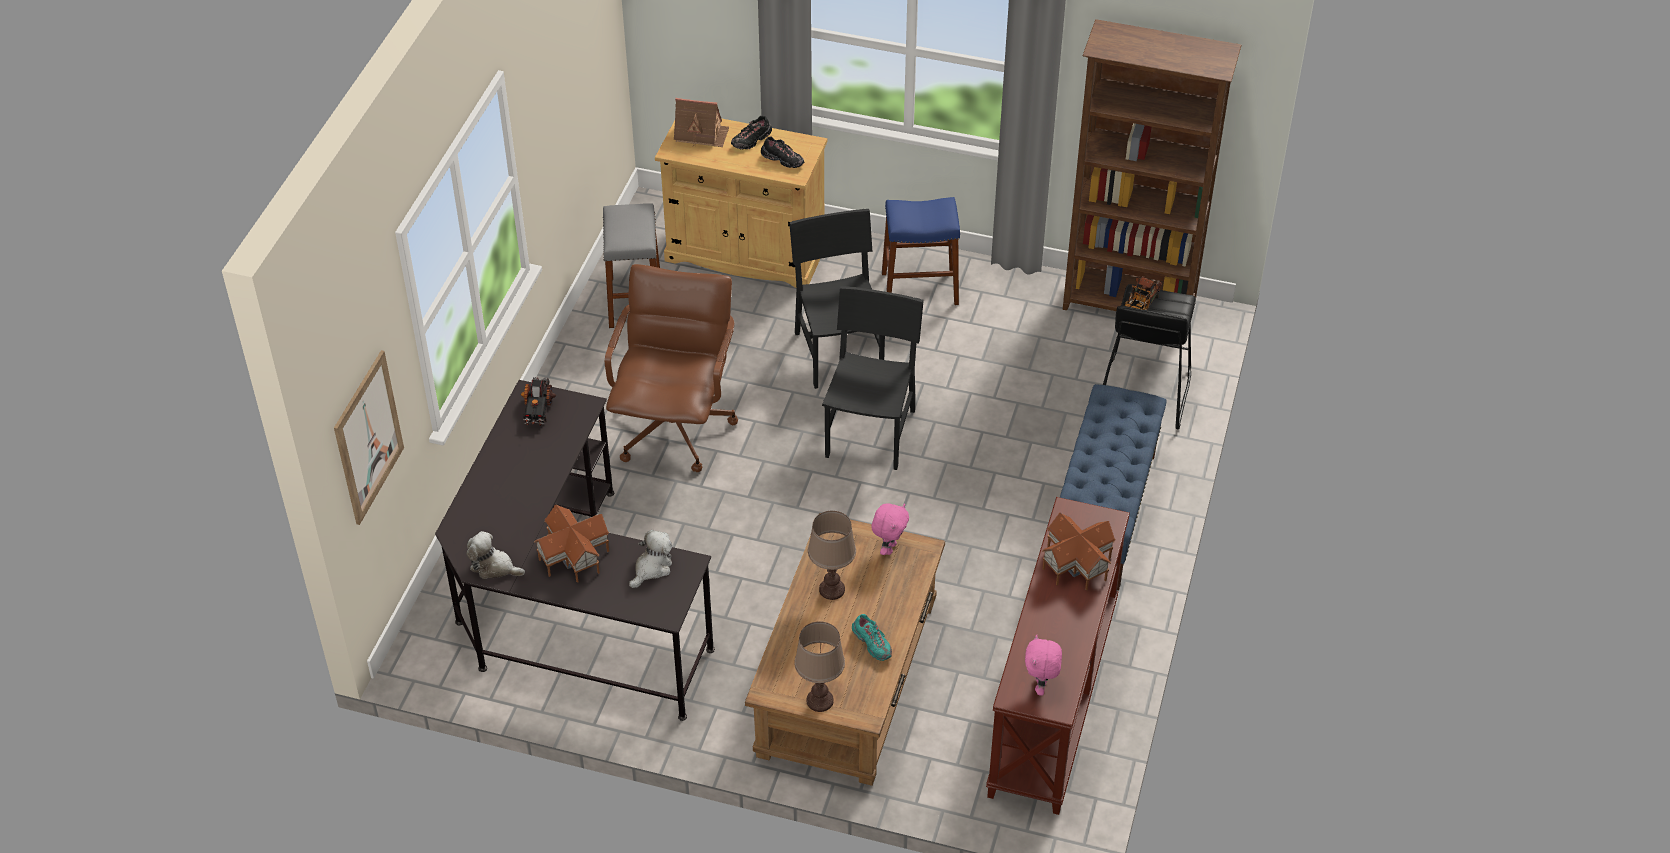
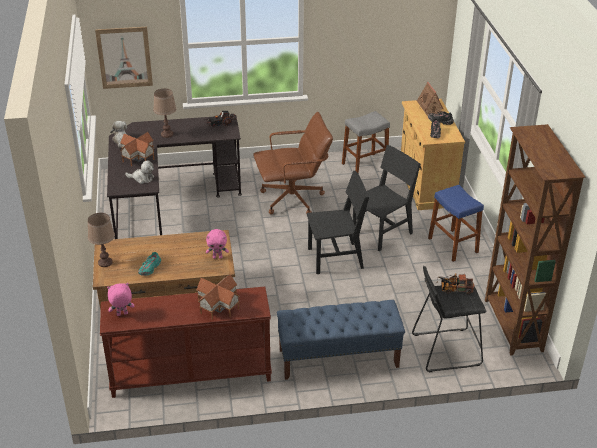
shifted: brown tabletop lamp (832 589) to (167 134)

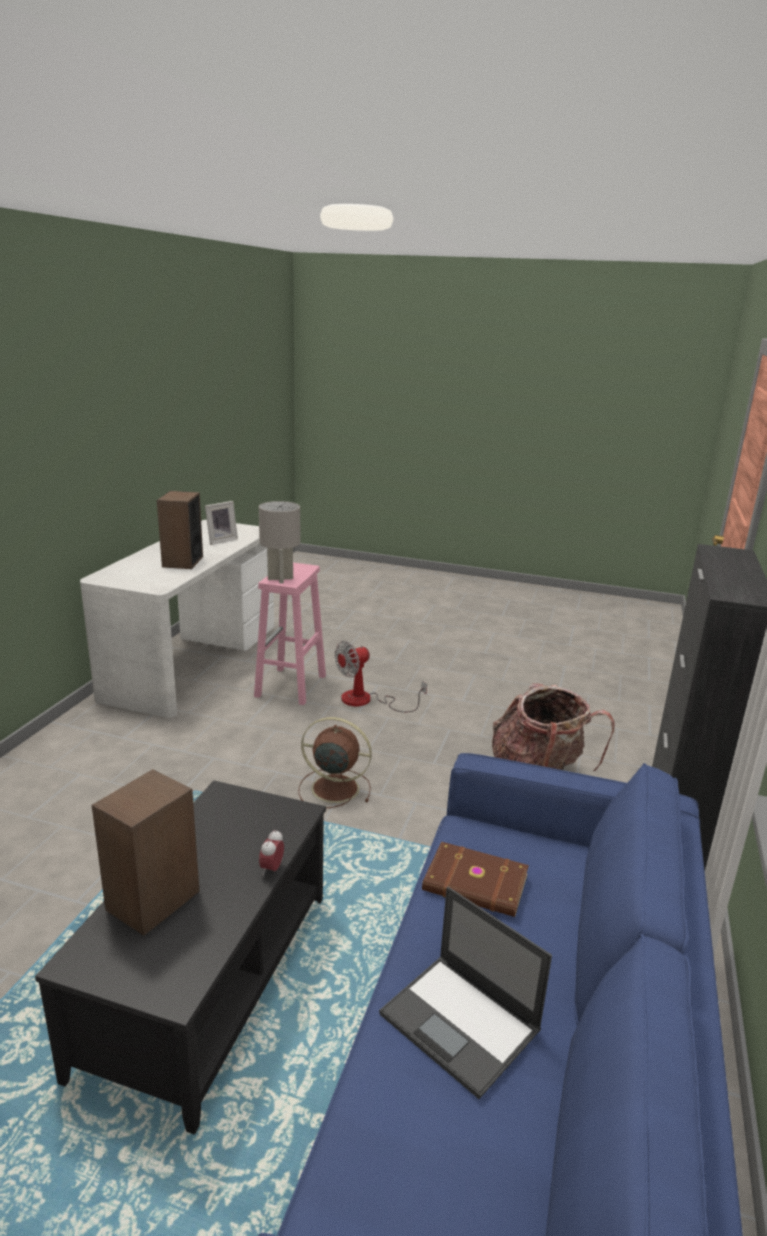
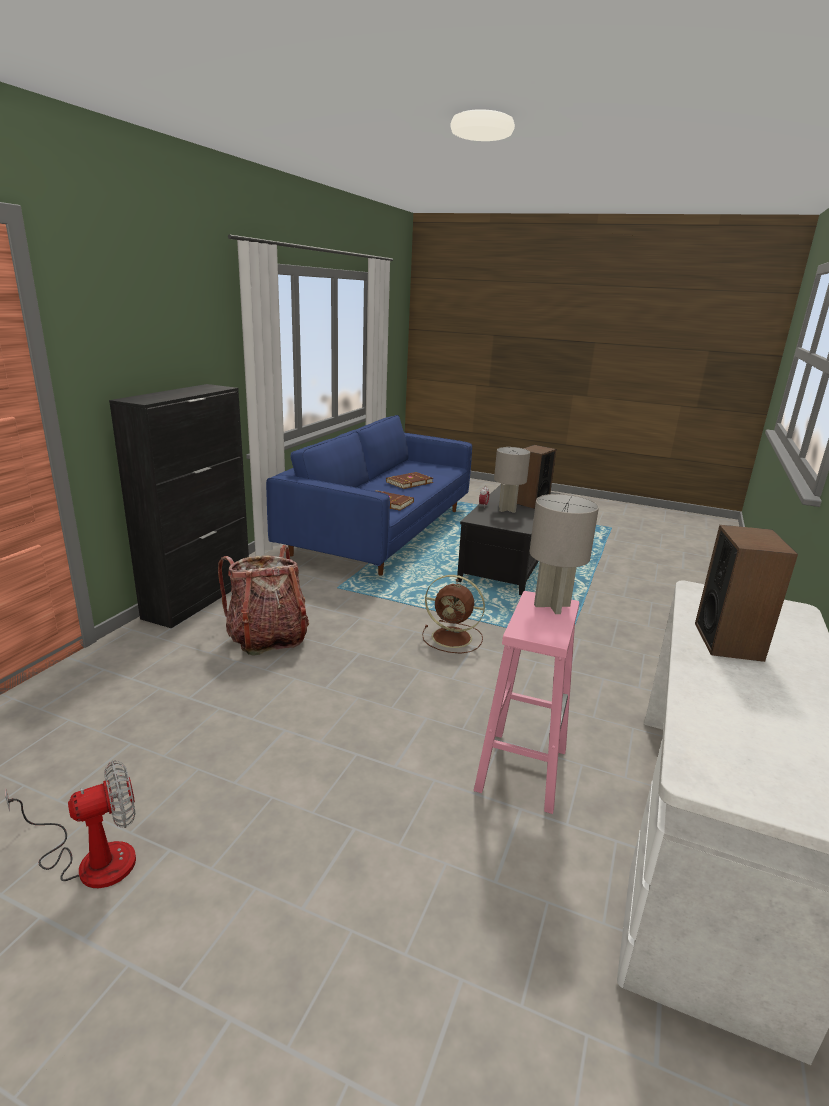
gone: standing frame (220 540)
new: gray tabletop lamp (507 509)
shifted: fan (367 701) to (92 858)
swapped: laptop (461 1023) to brown bound book (408 482)

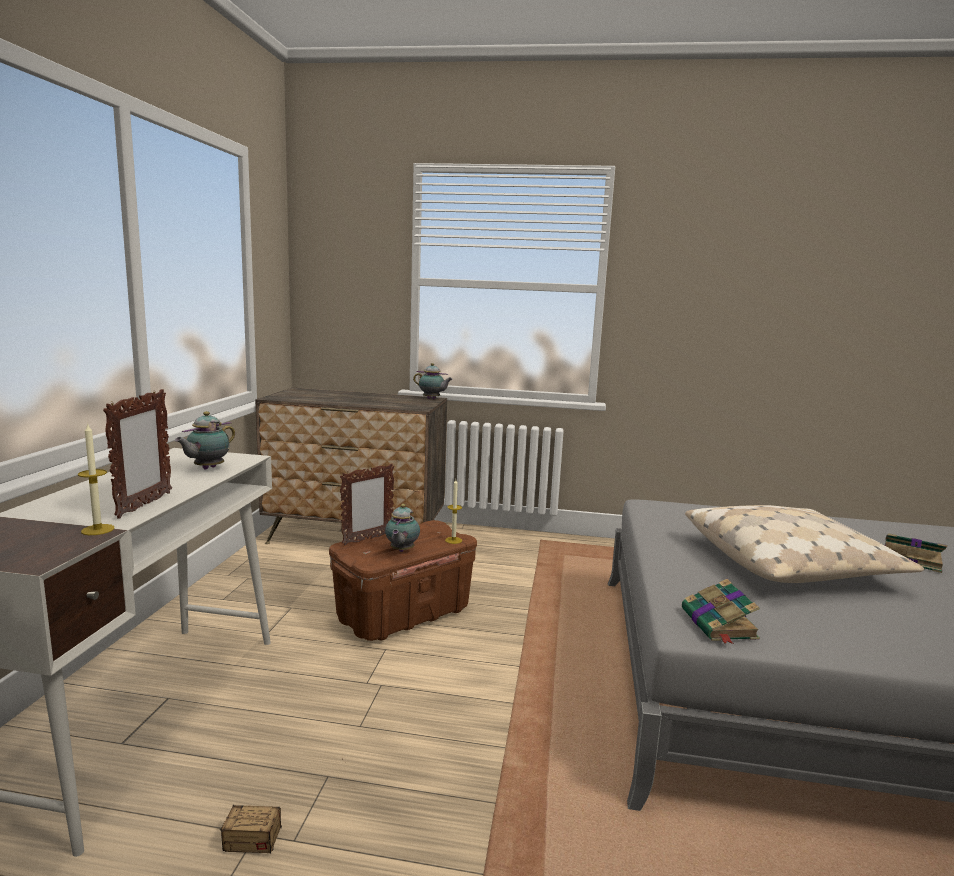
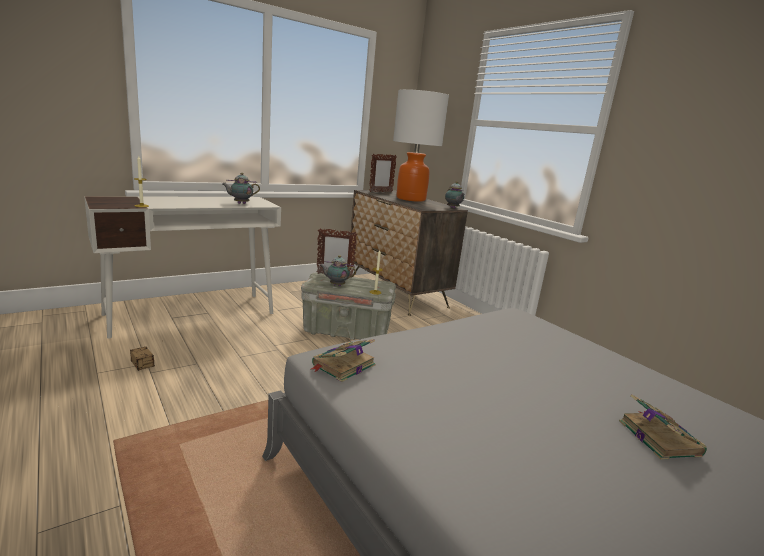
gone: sand-coloured cushion (789 563)
new: tabletop lamp (410 199)
shifted: standing frame (144 505) to (380 192)
repainted: brown storage box (404 614) to gray storage box (346 331)
rotated: pot for tea (401 551) = (336 285) 45 degrees clockwise

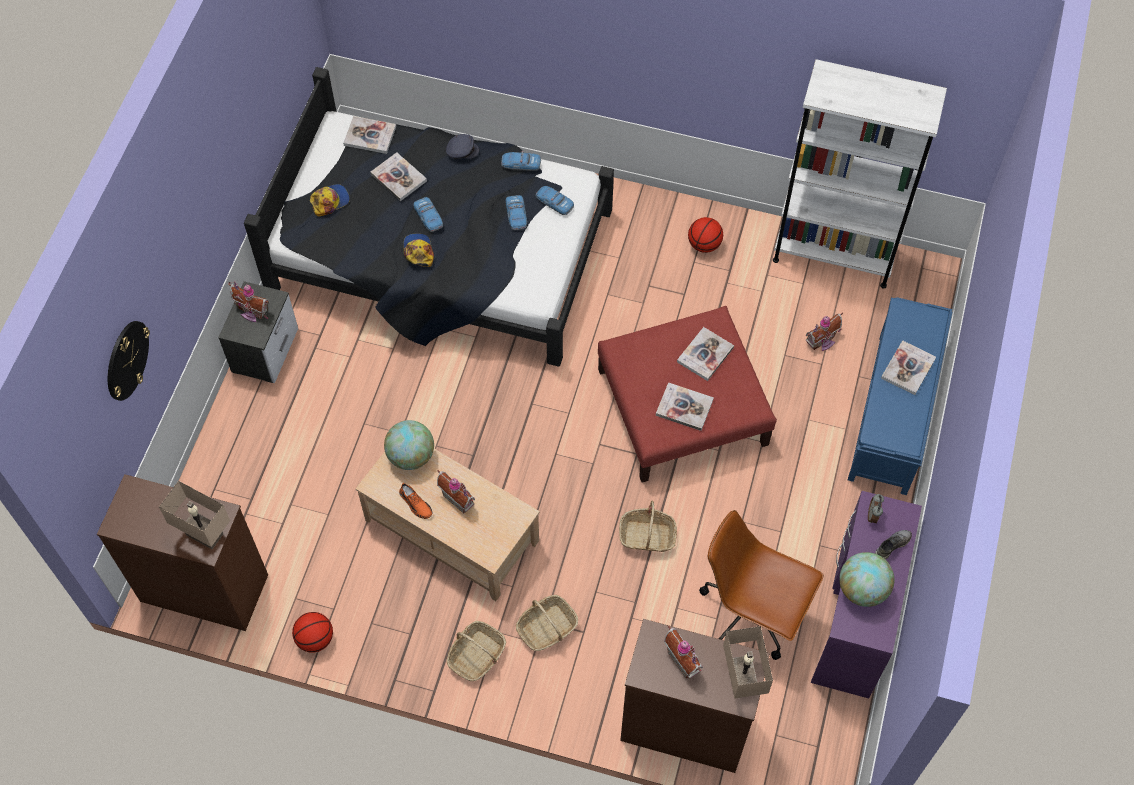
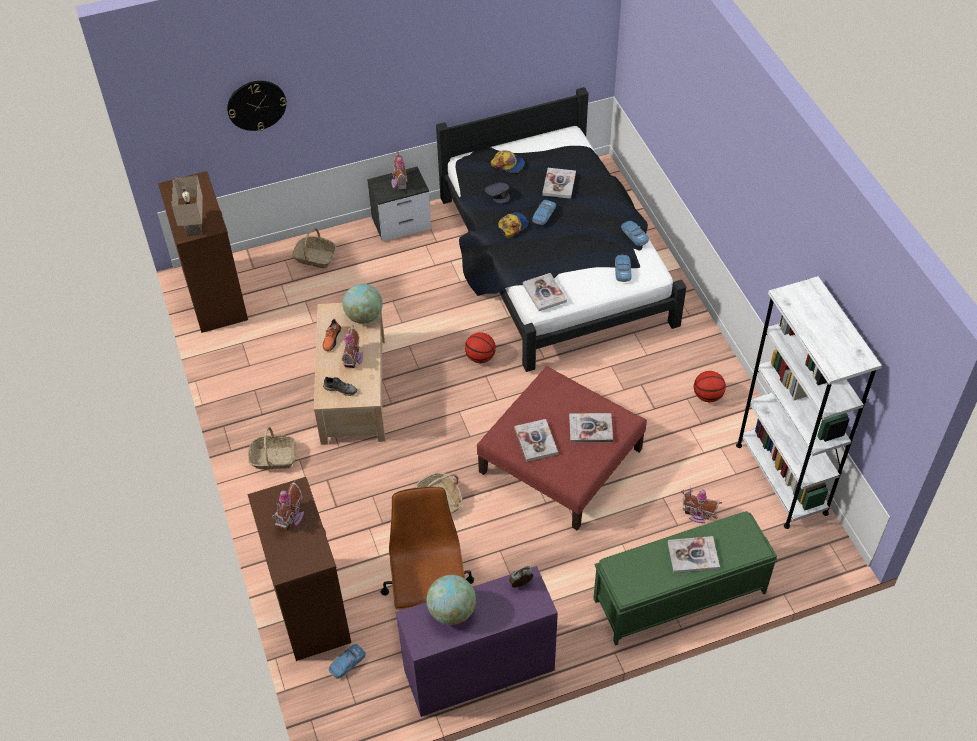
gone: sand-coloured tabletop lamp (744 680)
shifted: basketball (315 639) to (480 357); bound book (370 136) to (544 293); gray cap (461 150) to (498 194); model car (516 215) to (347 663); household basket (547 628) to (315 257); gray low shoe (892 545) to (340 389)
repainted: bluish long seat (892 414) to greenish long seat (678 596)

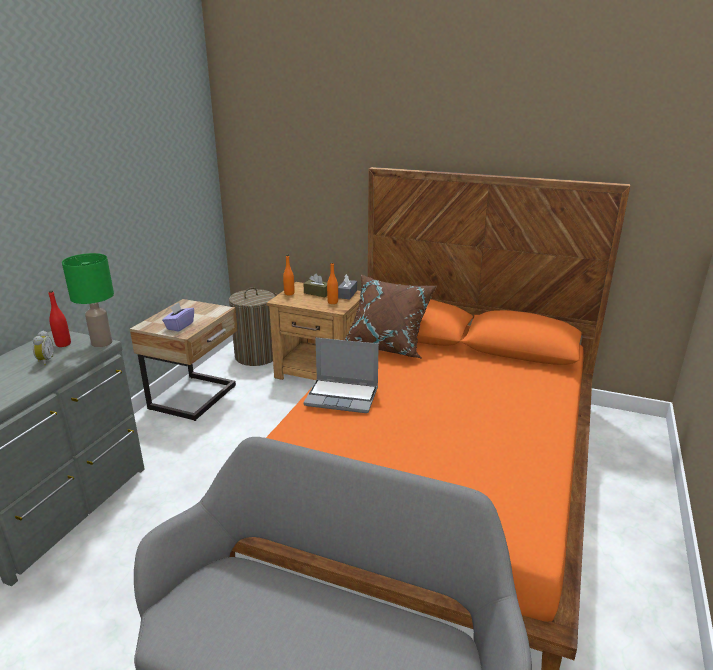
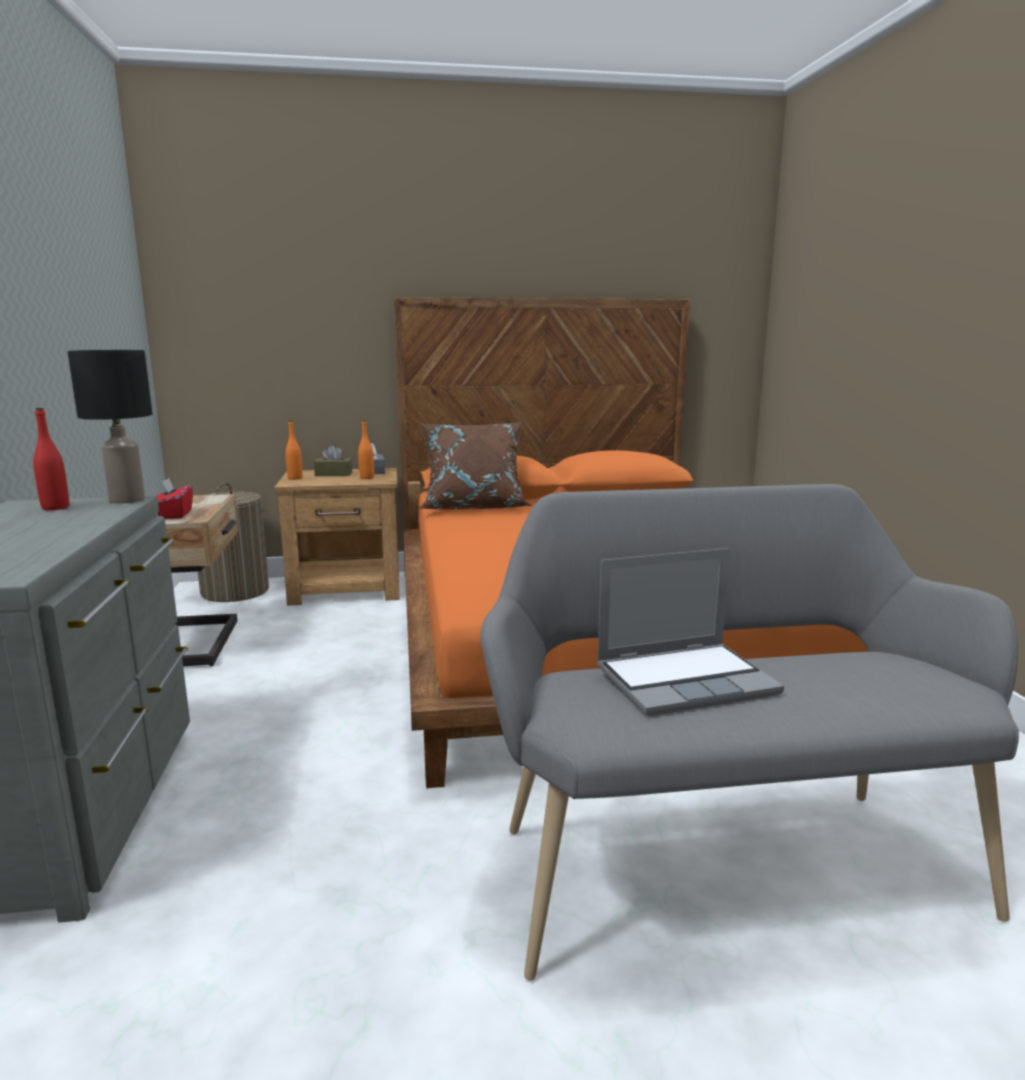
gone: bedside clock (45 361)
shifted: laptop (343 396) to (686 680)
repainted: greenish tabletop lamp (101 343) to blackish tabletop lamp (127 500); purple-coloured tissue box (180 326) to reddish tissue box (174 515)

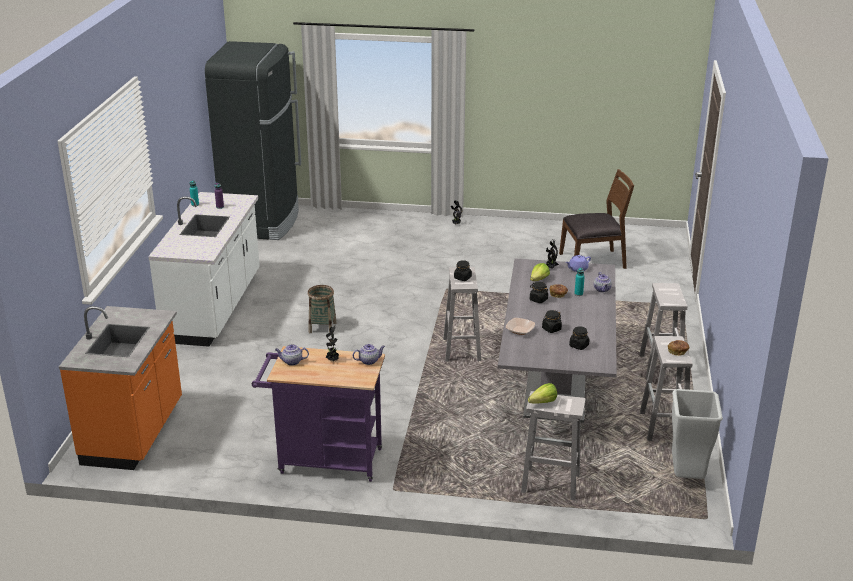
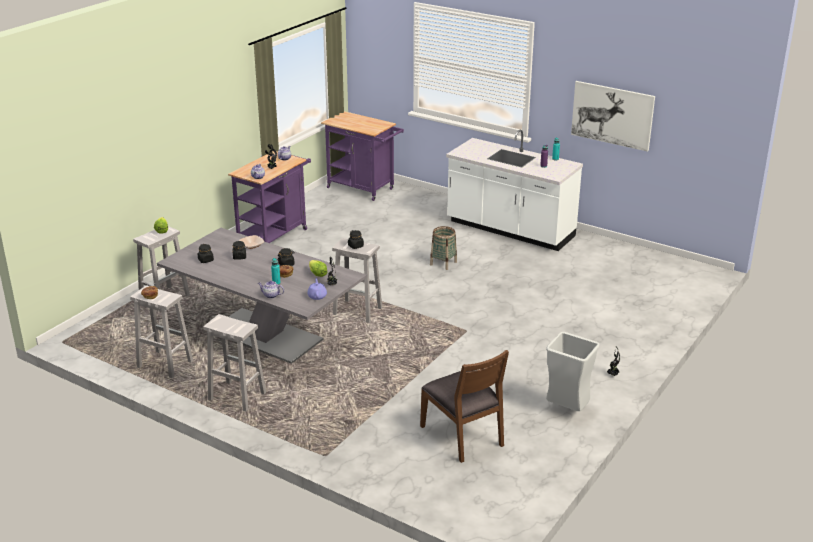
gone: blackish refrigerator (262 221)
new: wall picture (612 115)
shifted: gray rubbish bin (687 476) to (566 410)
swapped: orange kitchen base unit (135 434) to purple-coloured cart (364 189)
rotated: brown plain chair (593 261) = (463 435) 45 degrees counterclockwise

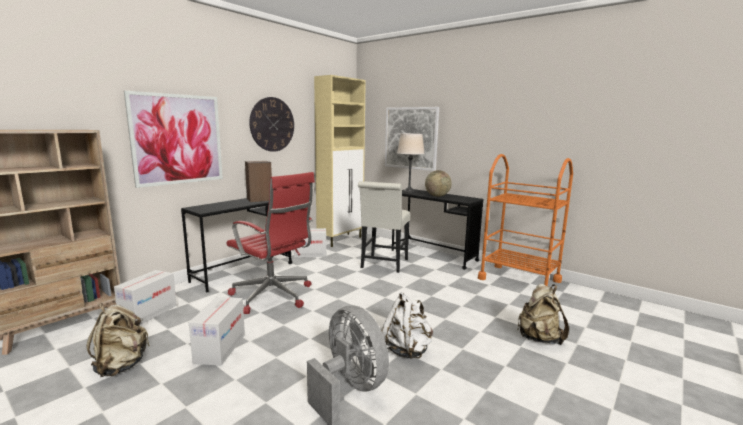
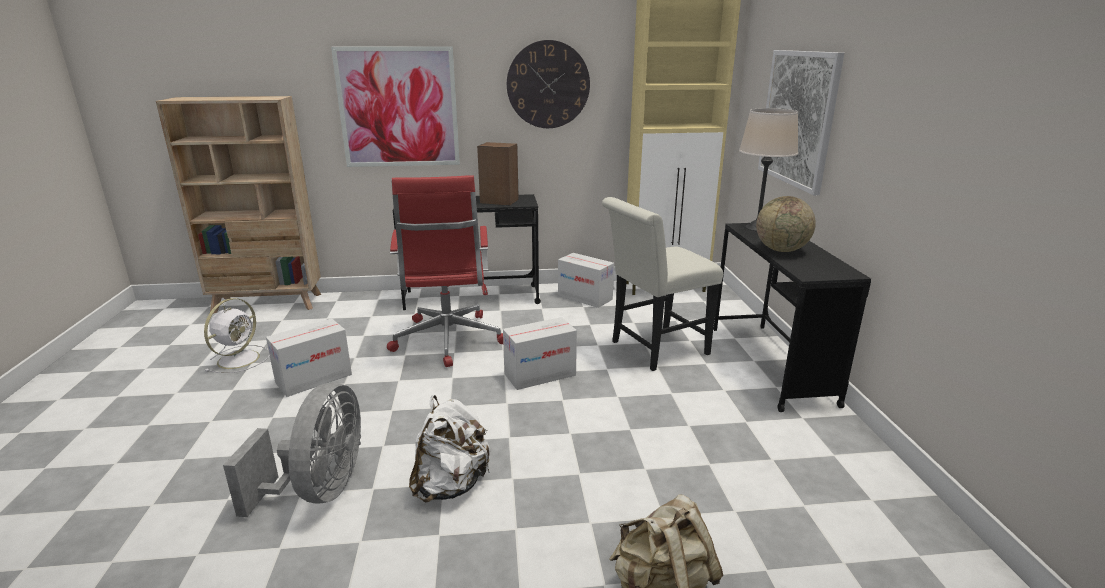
gone: orange cart (519 280)
shifted: packing box (149 313) to (540 374)
swapped: sand-coloured knapsack (121 366) to whitish fan (240 358)

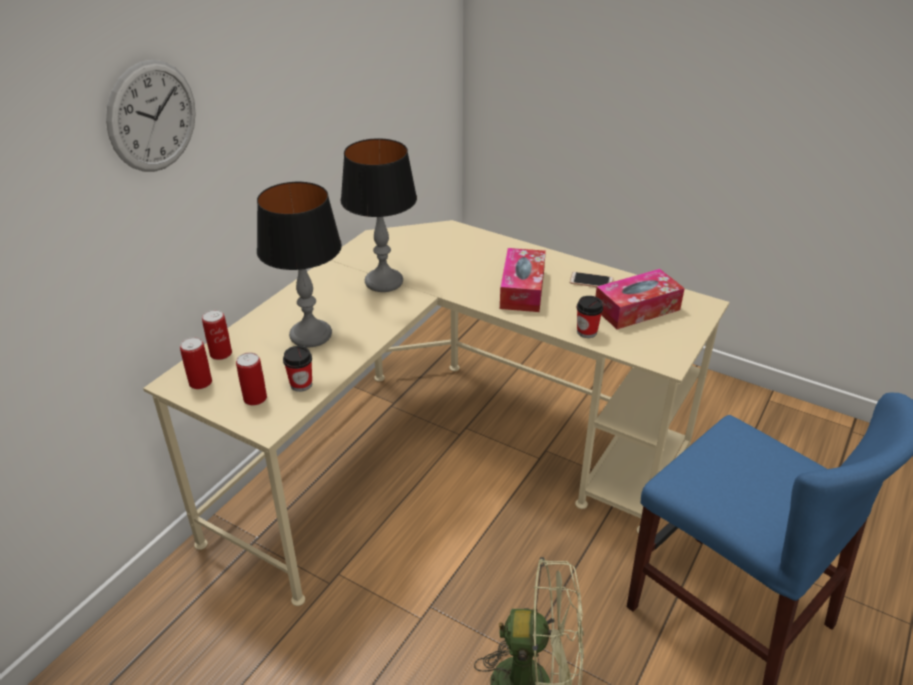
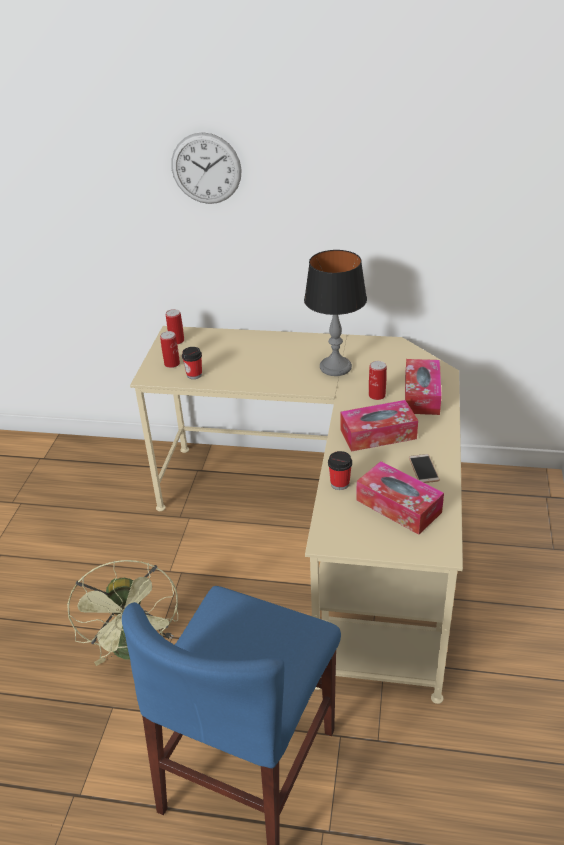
gone: tabletop lamp (310 335)
new: tissue box (421 395)
shifted: can (221 353) to (377 395)

